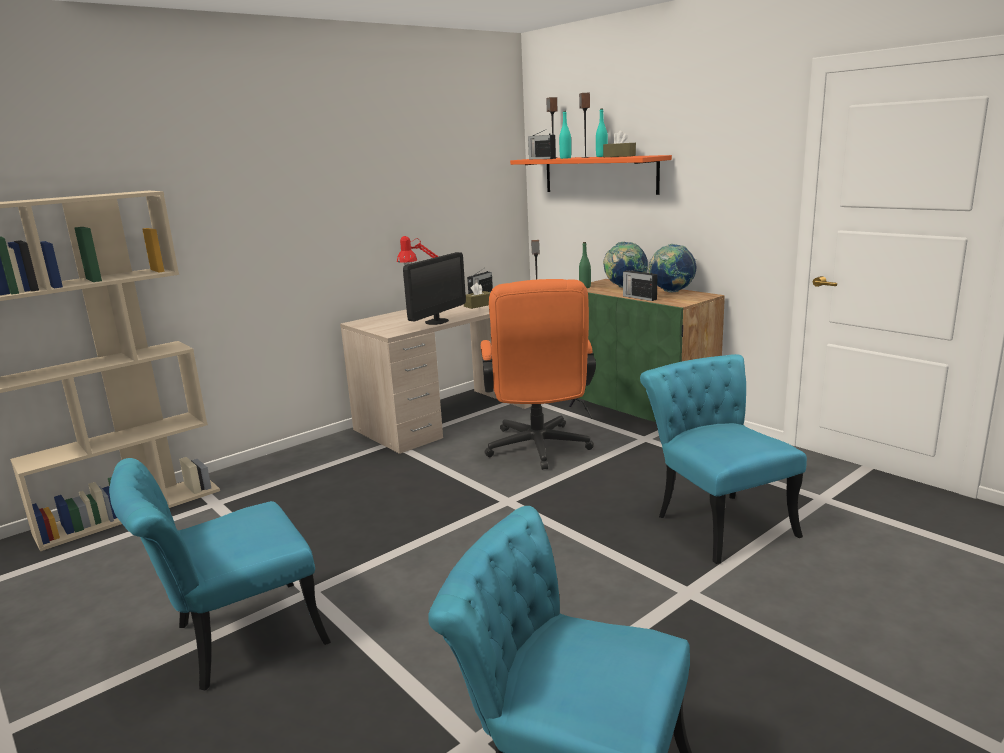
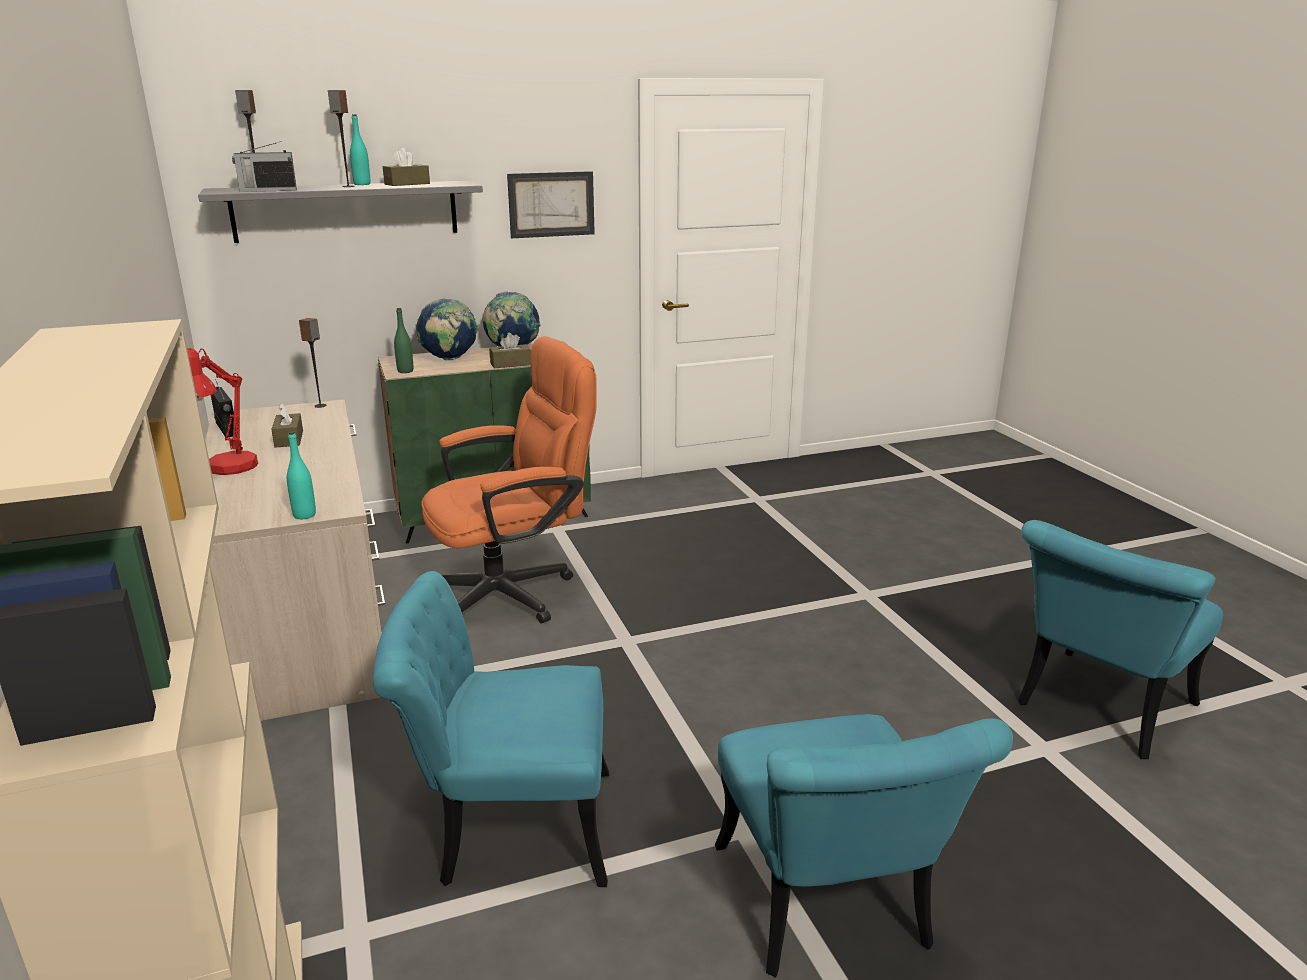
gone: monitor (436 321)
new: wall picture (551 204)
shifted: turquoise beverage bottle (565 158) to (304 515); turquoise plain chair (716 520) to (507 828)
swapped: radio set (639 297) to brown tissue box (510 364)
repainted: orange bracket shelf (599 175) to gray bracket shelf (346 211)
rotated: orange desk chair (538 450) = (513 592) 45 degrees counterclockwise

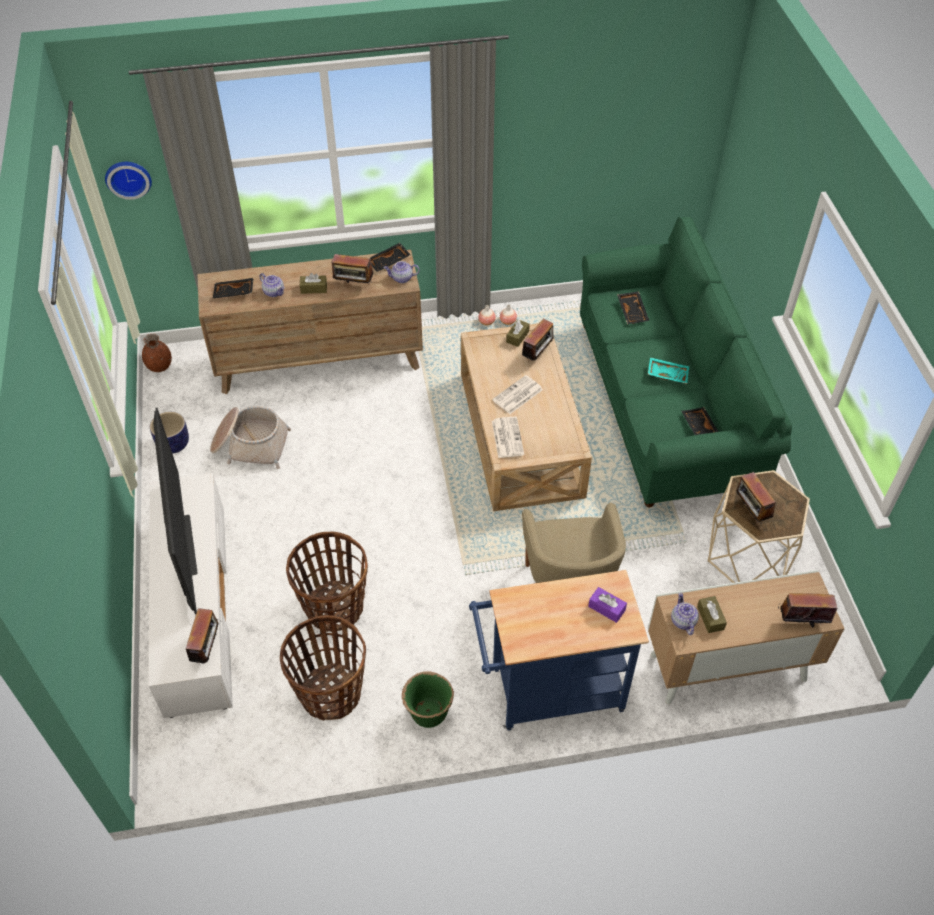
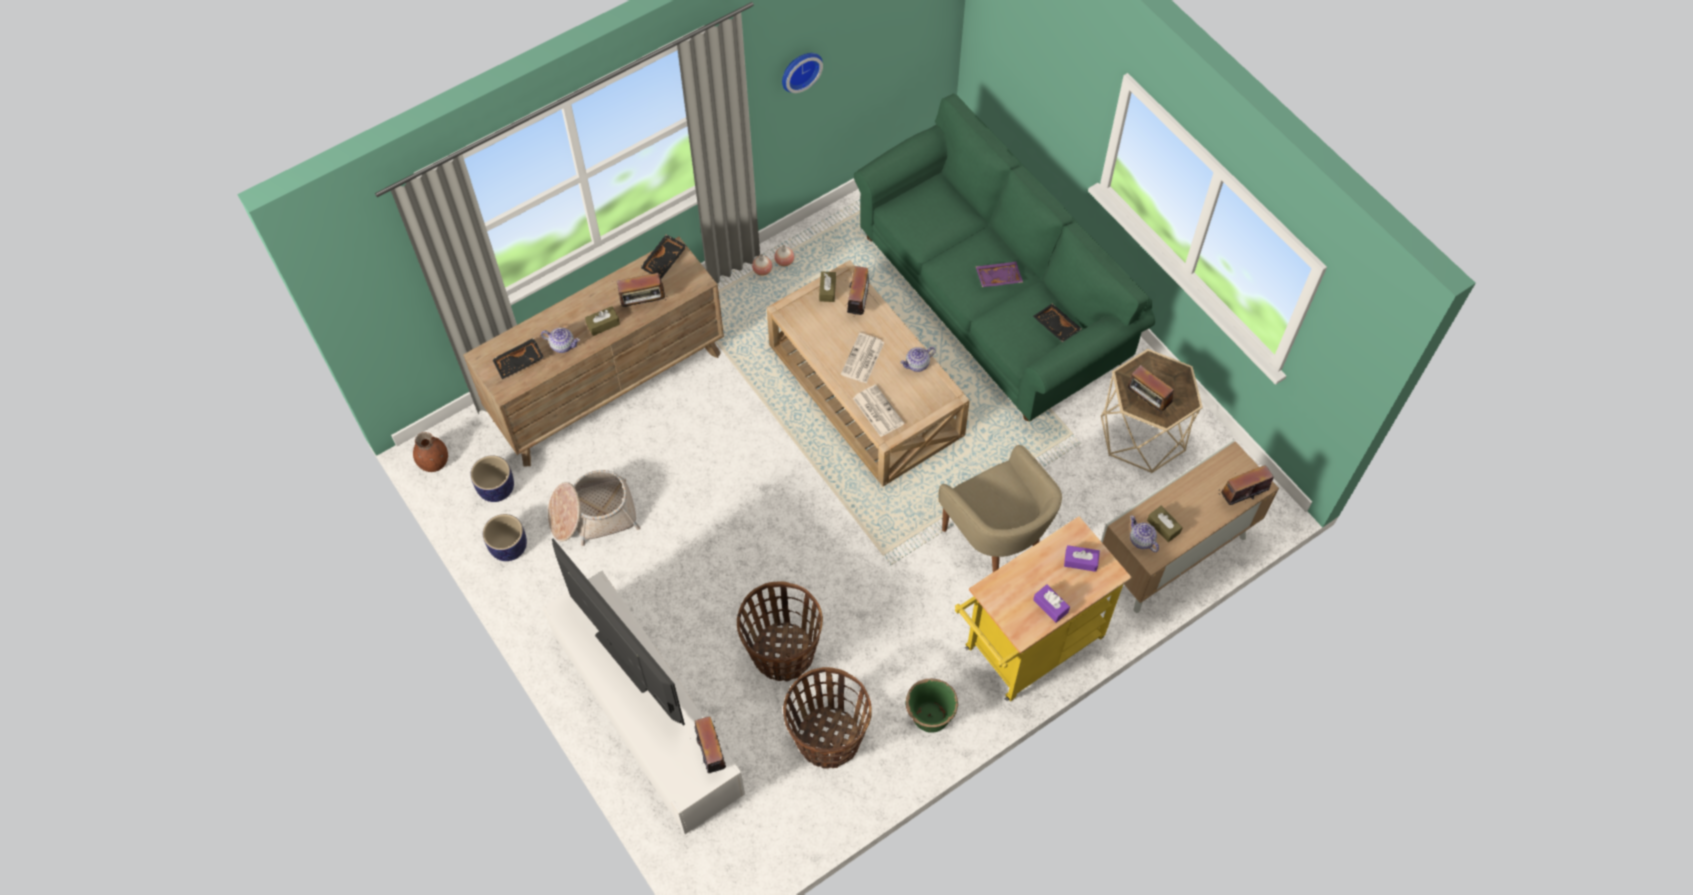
gone: blackish tray (633 311)
new: planter (496 488); purple-coloured tissue box (1050 606)
shifted: wall clock (128 177) to (799 69); pot for tea (402 278) to (917 364)
repainted: bluish cart (548 692) to yellow-coloured cart (1027 648); turquoise tray (667 374) to purple-coloured tray (998 277)

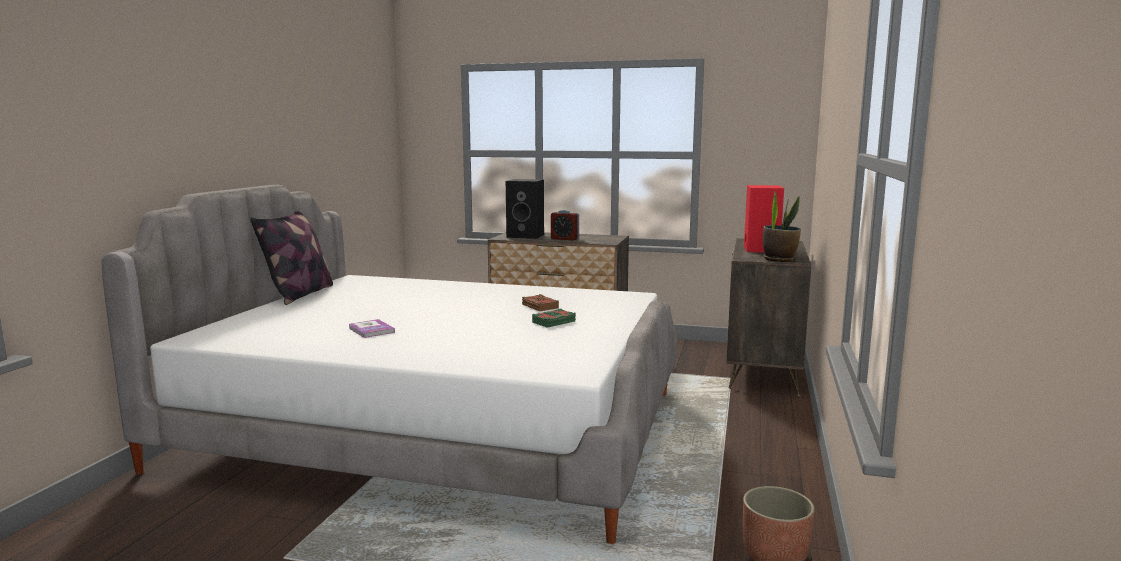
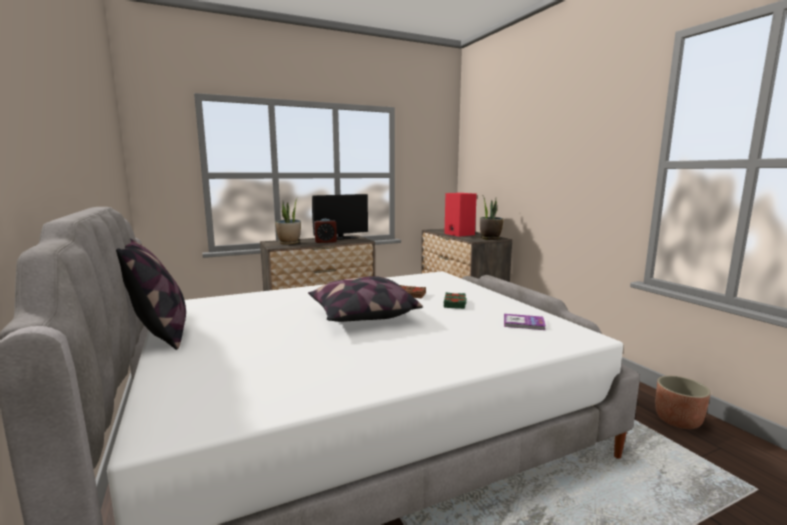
new: cushion (361 316); monitor (340 238)
shifted: bound book (371 330) to (523 323)
swapped: blackish speaker (526 236) to potted plant (289 243)

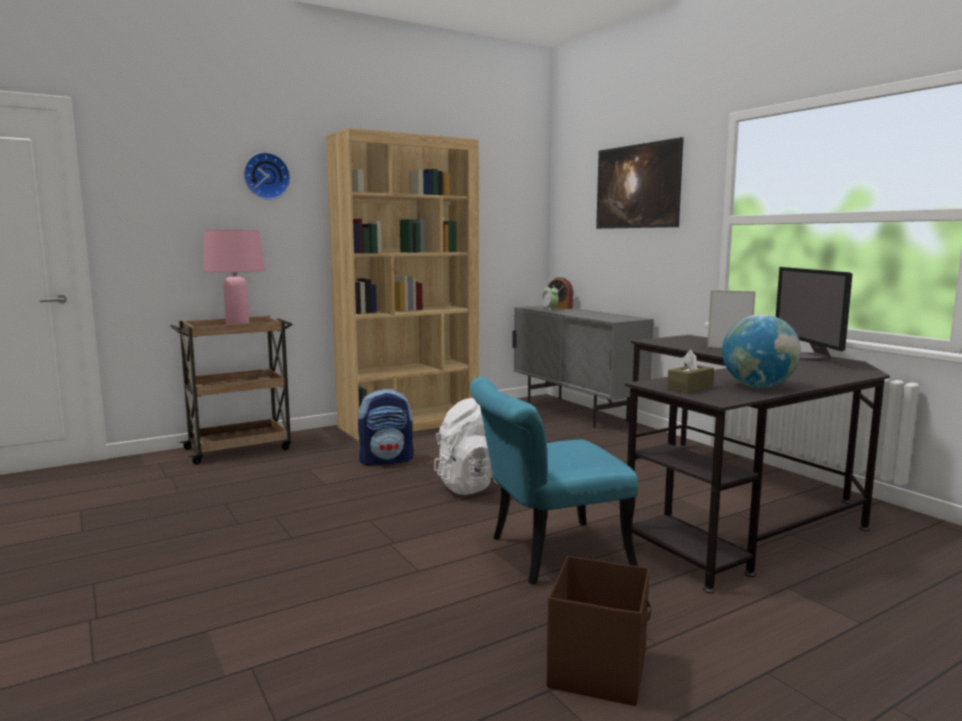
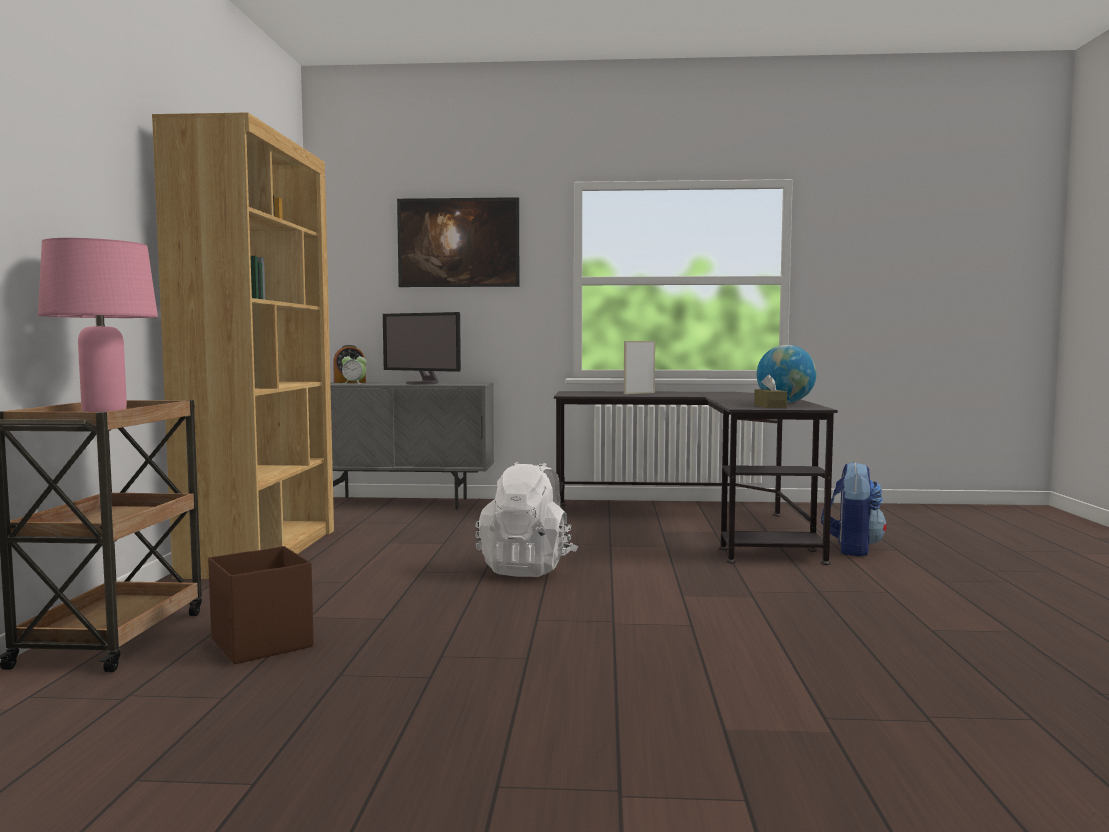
gone: wall clock (266 176); turquoise plain chair (545 555)
shifted: knapsack (386 460) to (852 548); brown storage box (599 669) to (262 642); monitor (807 357) to (423 383)

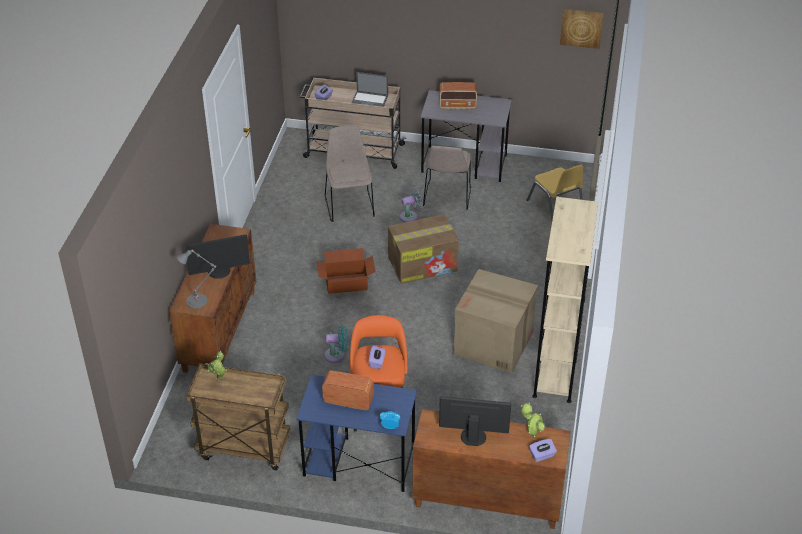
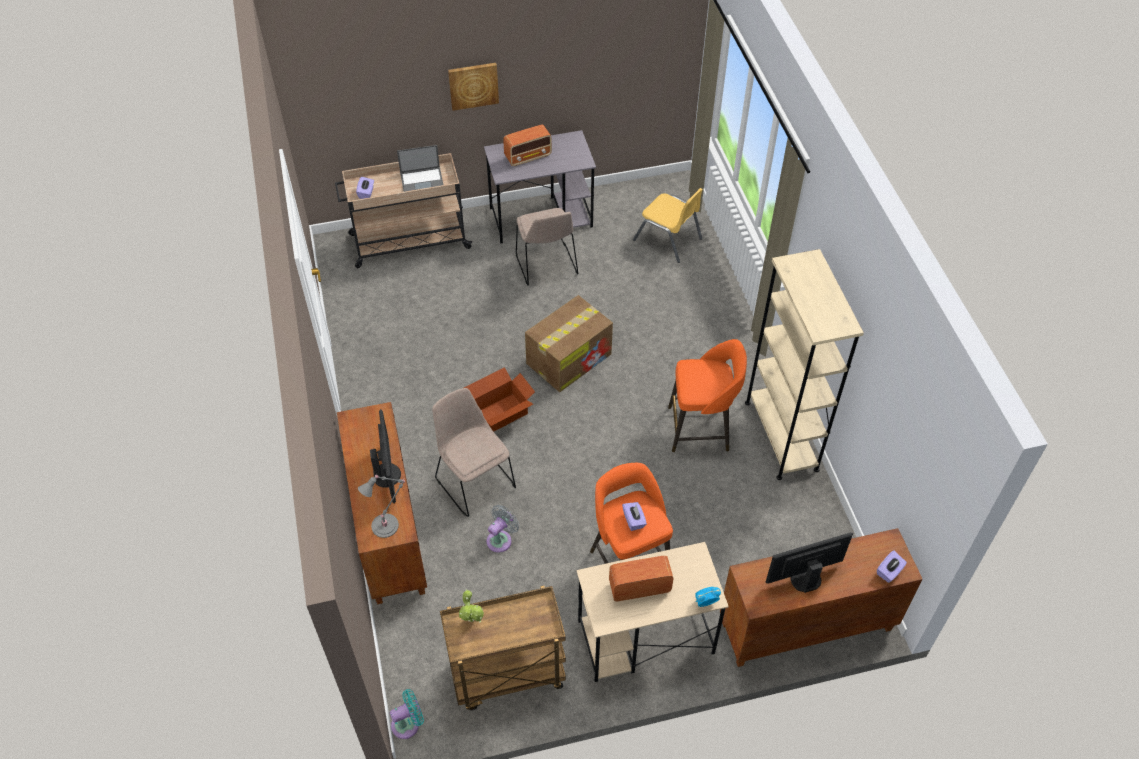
gone: potted plant (532 434)
shifted: turquoise fan (337 355) to (408 724); sand-coloured plain chair (349 205) to (474 480); gray fan (410 216) to (501 539); wall picture (581 27) to (473 85)
swapped: packing box (494 343) to orange stool seat (700 429)
repainted: bluish desk table (358 462) to sand-coloured desk table (644 637)
rotated: monitor (219 271) = (388 474) 60 degrees counterclockwise

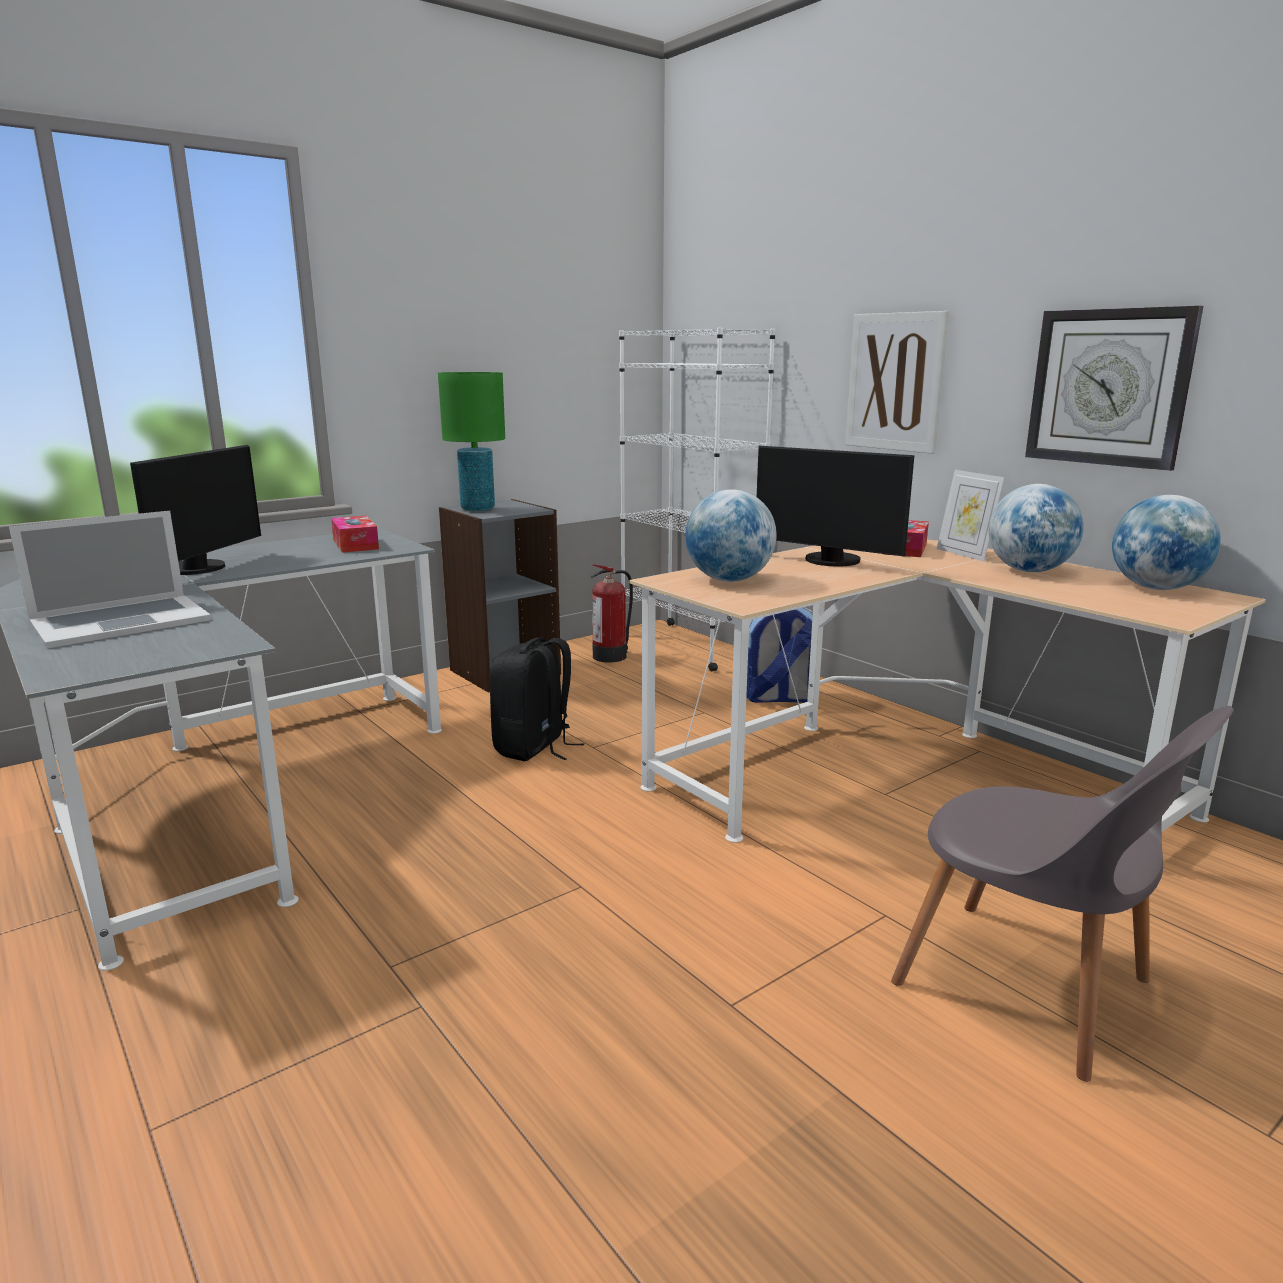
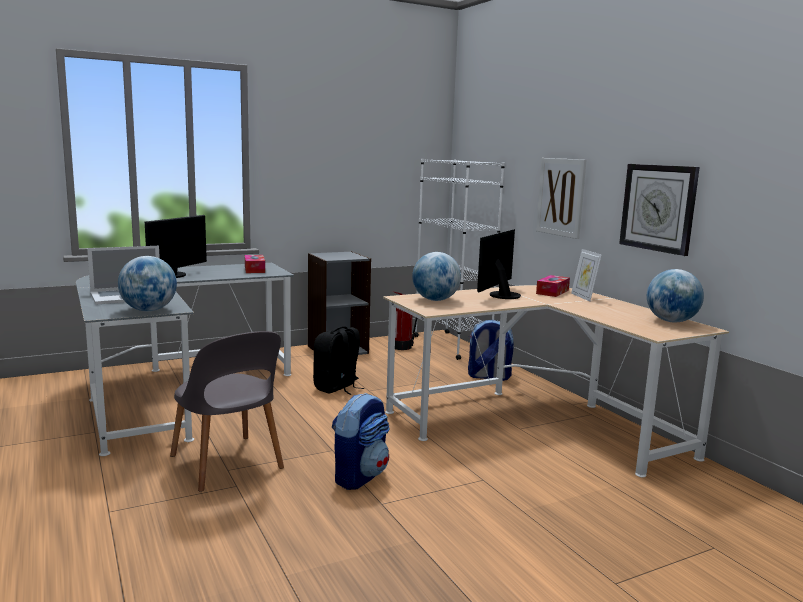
gone: greenish tabletop lamp (477 509)
new: knapsack (359 476)
shifted: gray plain chair (1032 988) to (227 464); desk globe (1029 571) to (149 310)
rotated: monitor (830 561) = (501 295) 75 degrees clockwise

